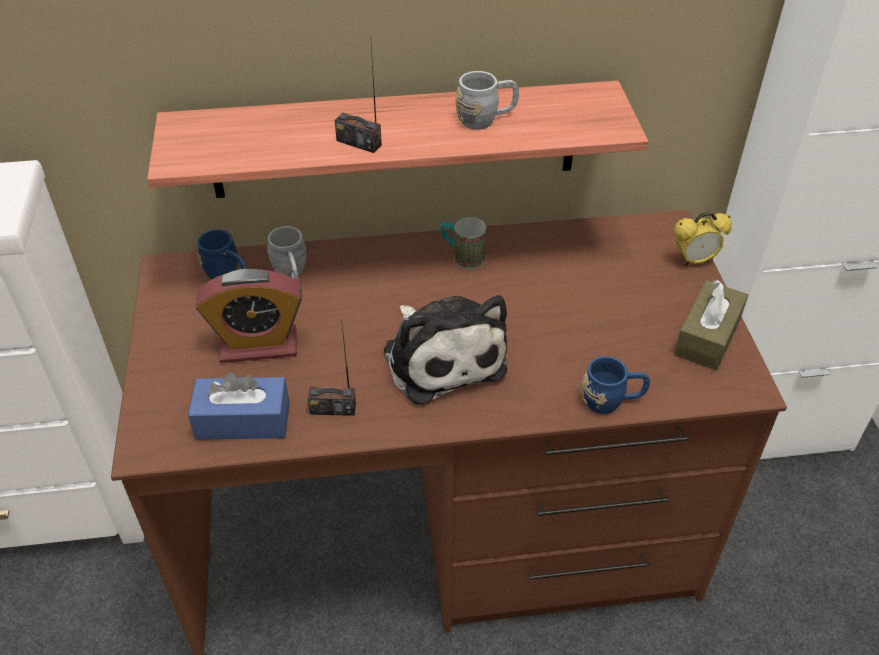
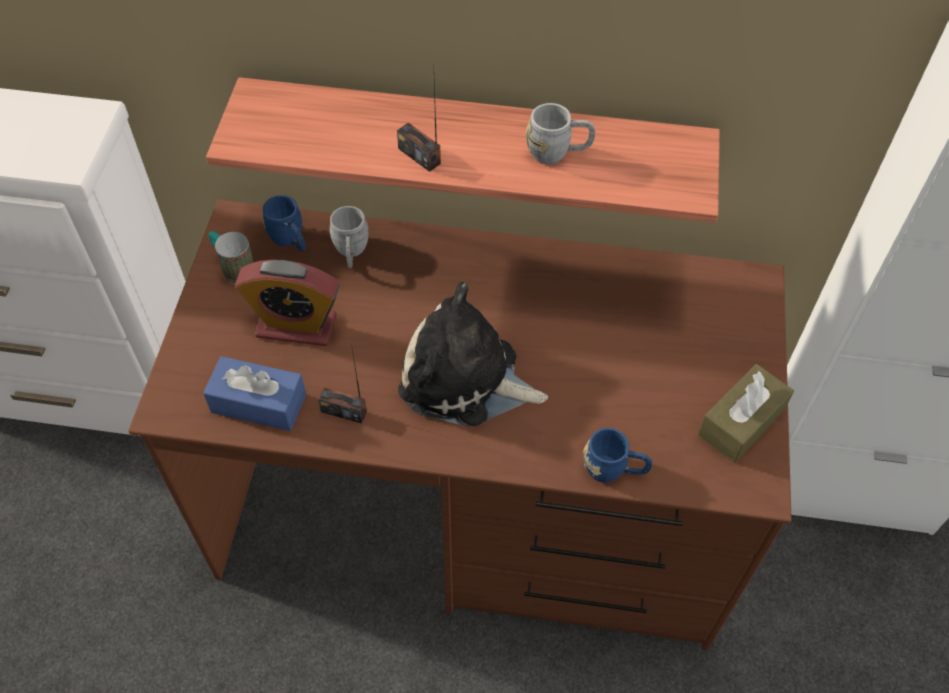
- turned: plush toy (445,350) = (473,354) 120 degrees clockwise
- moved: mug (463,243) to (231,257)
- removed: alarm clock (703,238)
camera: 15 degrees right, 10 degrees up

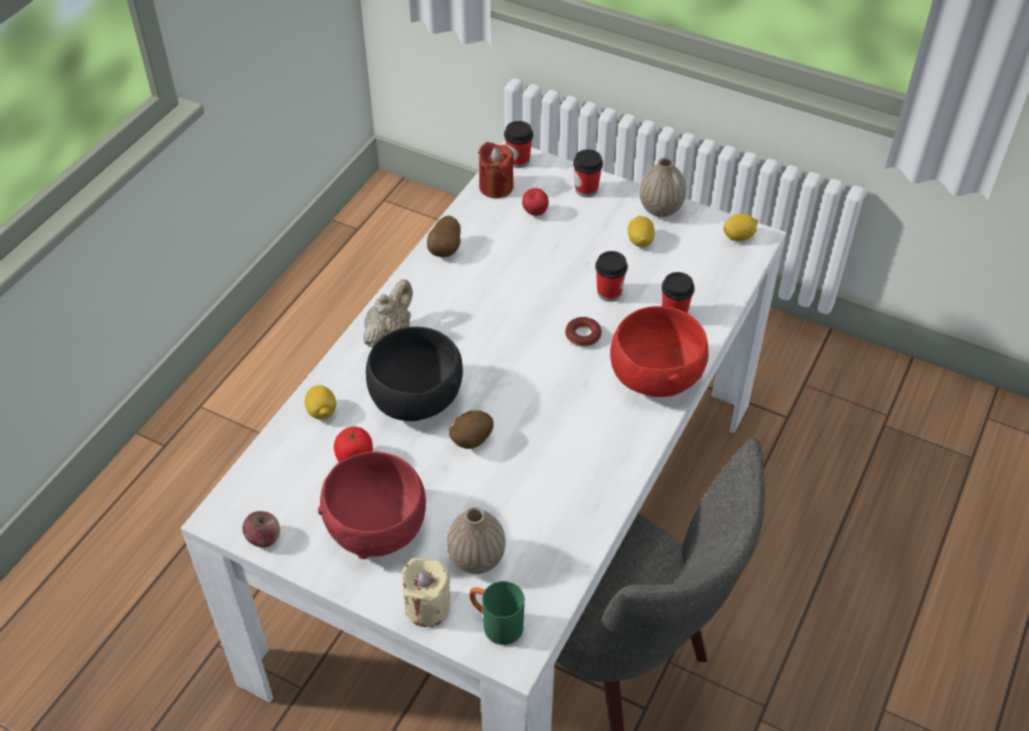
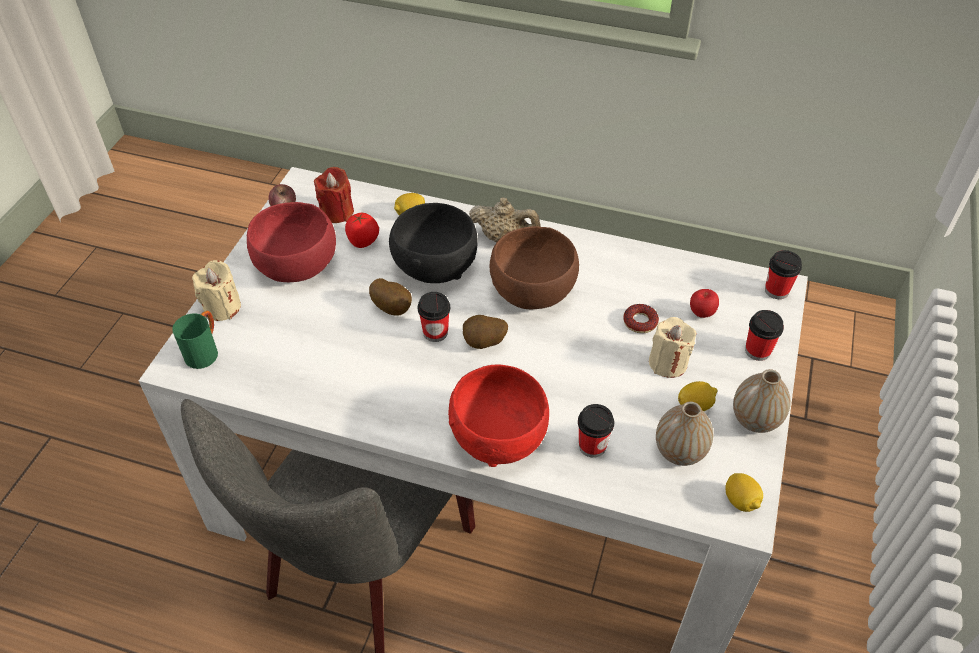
- moved: potato (444,236) to (485,332)
- moved: vase (476,540) to (684,433)
- moved: red candle (496,170) to (334,195)
- moved: donut (583,332) to (641,318)
- moved: cup (611,276) to (433,317)
- added: brown bowl (534,267)
- added: beige candle (672,347)
camera: 80 degrees right, 0 degrees up

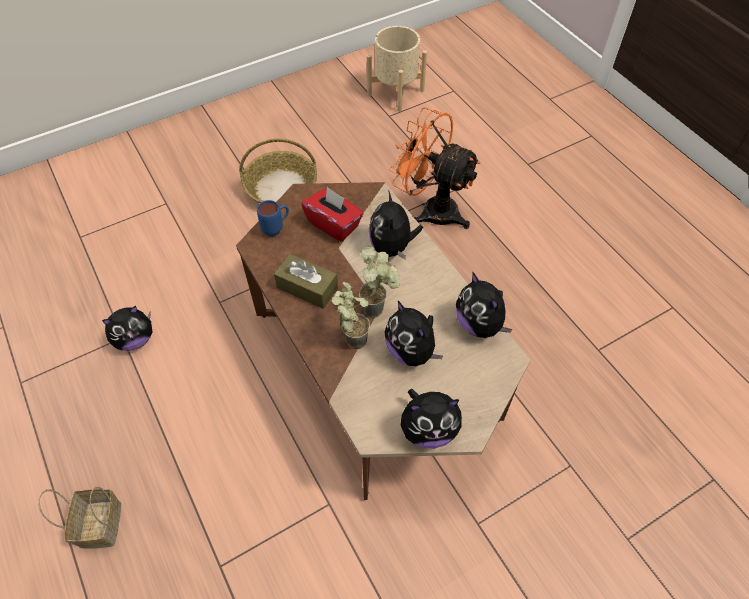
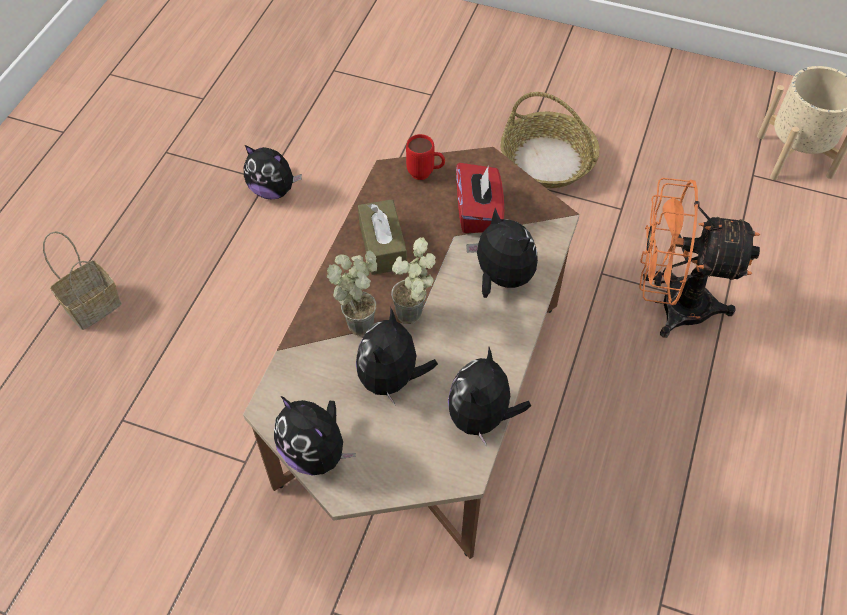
- recoloured: blue mug (273,218) to red mug (425,157)
- turned: plush toy (395,225) = (502,253) 90 degrees clockwise
- turned: orange fan (435,168) = (699,258) 75 degrees counterclockwise
camera: 50 degrees right, 0 degrees up

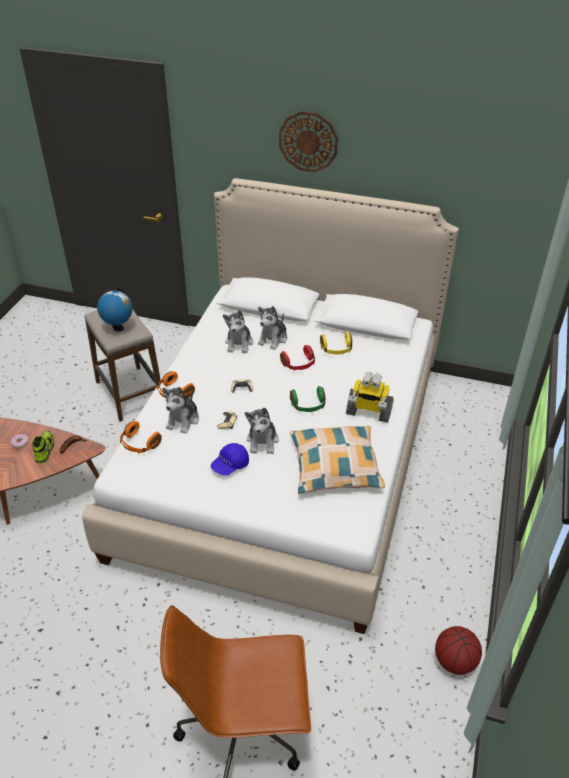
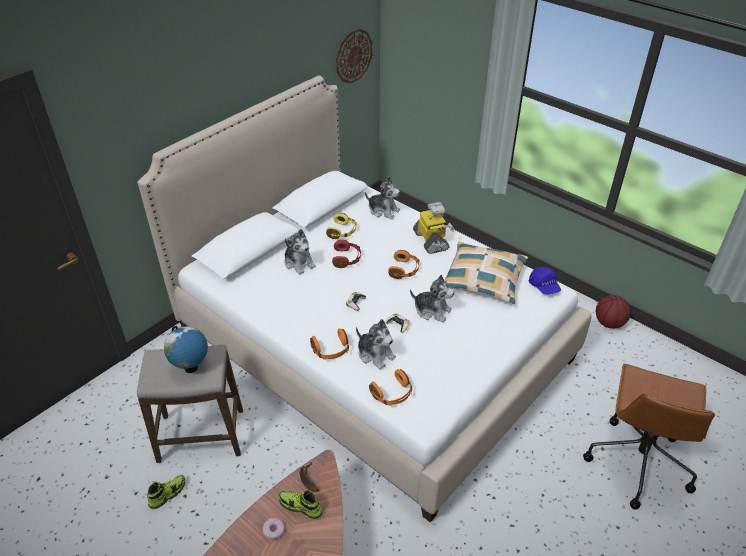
- moved: blue cap (230,459) to (545,281)
- moved: plush toy (238,331) to (382,198)
- moved: wall clock (308,141) to (354,56)
- recoloured: green headphones (308,399) to orange headphones (404,264)
- turned: toy robot (369,397) = (433,228) 60 degrees counterclockwise
- added: shoe (166,492)
camera: 65 degrees left, 0 degrees up

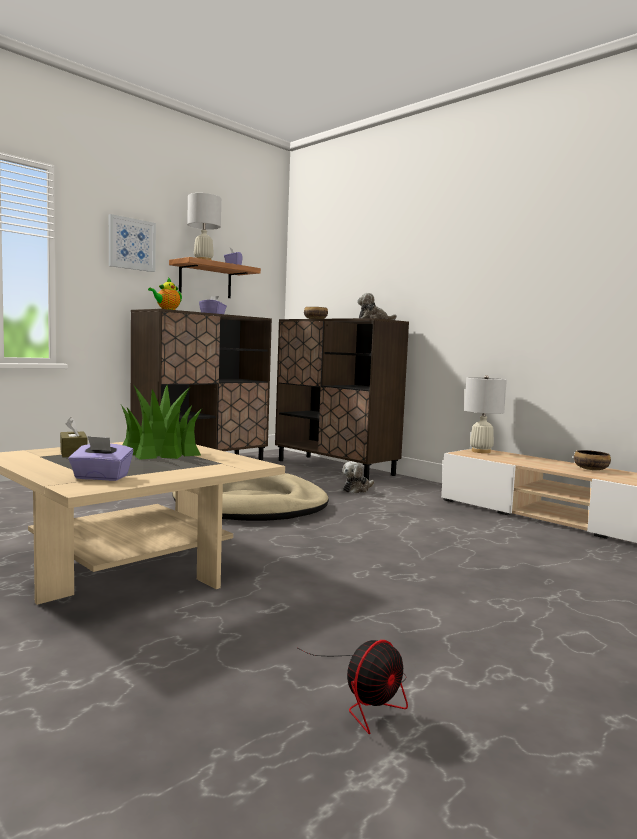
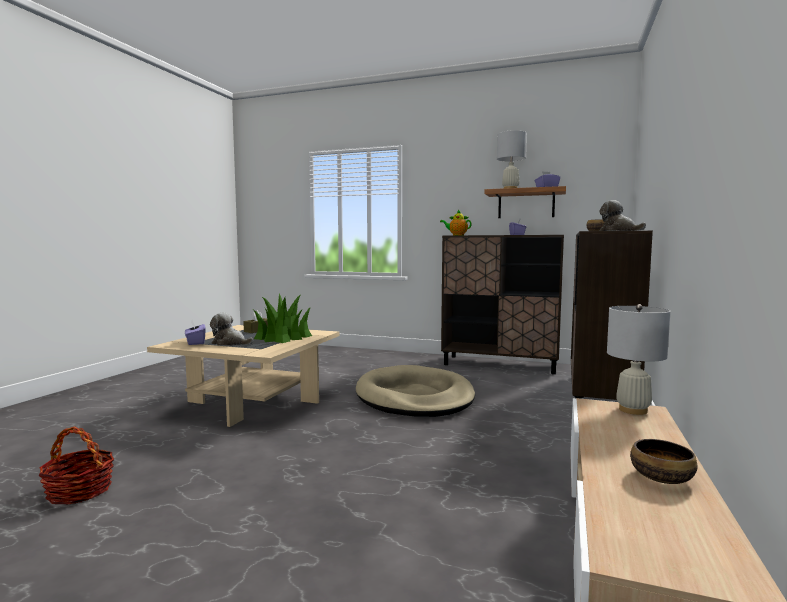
- removed: picture (132,243)
- replaced: fan (353,687) to basket (76,465)
- moved: plush toy (358,478) to (231,329)
camera: 65 degrees right, 0 degrees up

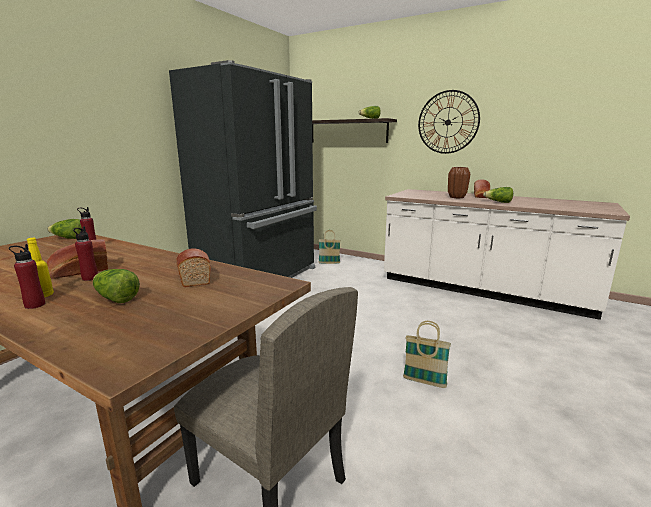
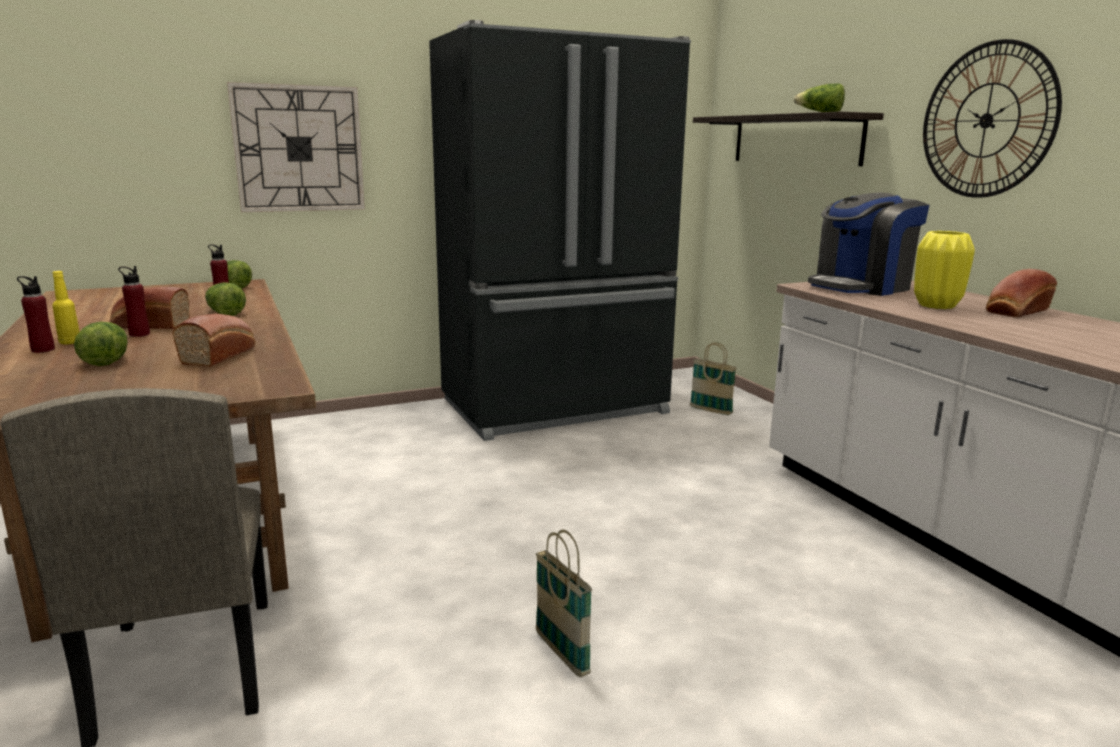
- recoloured: brown vase (459,182) to yellow vase (944,270)
- moved: lettuce (498,195) to (225,299)
- added: wall clock (296,147)
- added: coffee machine (868,244)
camera: 35 degrees right, 0 degrees up

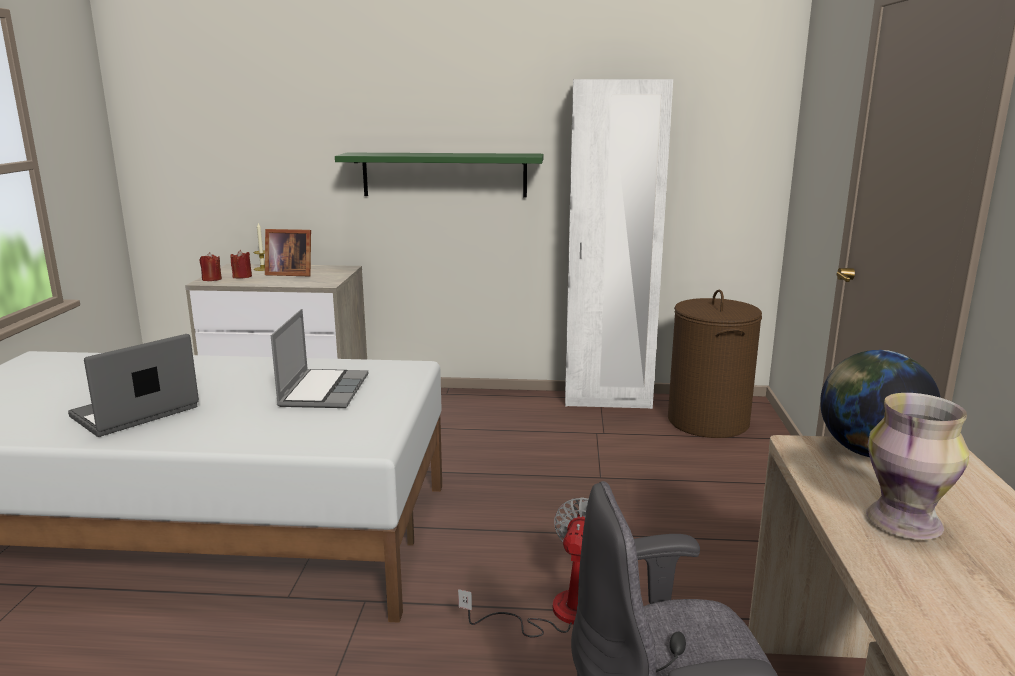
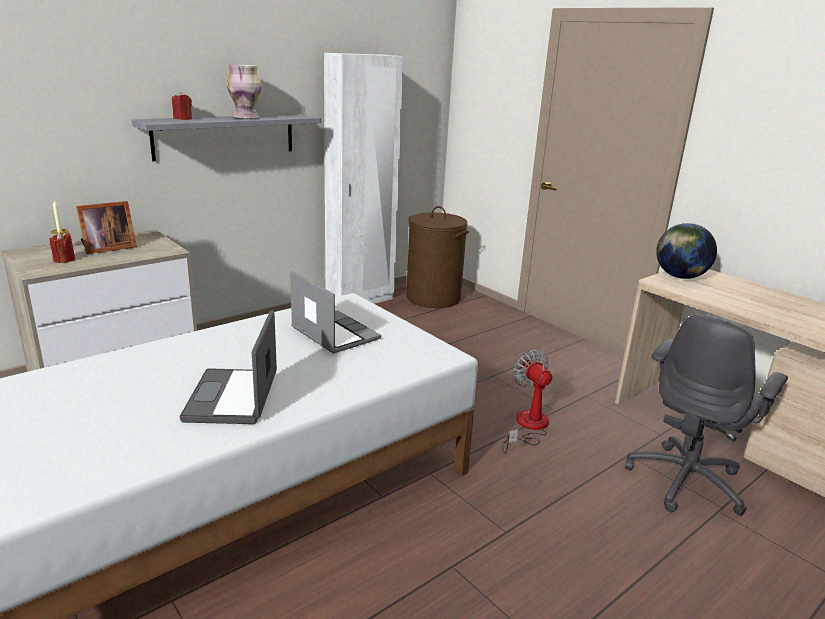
- moved: red candle (211,266) to (182,106)
- recoloured: green shelf (439,175) to grey shelf (226,137)
- moved: vase (917,466) to (244,92)
camera: 45 degrees left, 5 degrees up

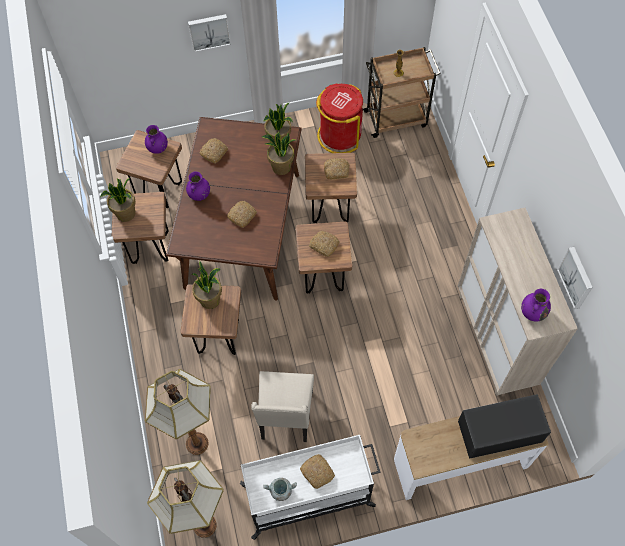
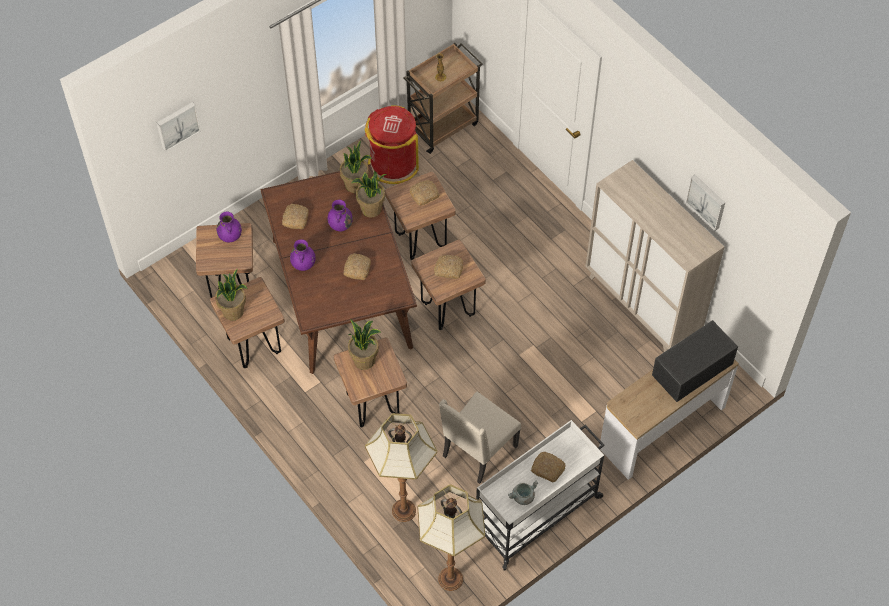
- moved: picture (209,33) to (179,127)
- turned: beige chair (282,406) = (480,438) 60 degrees clockwise
- moved: purple vase (536,305) to (340,216)
camera: 25 degrees left, 5 degrees down

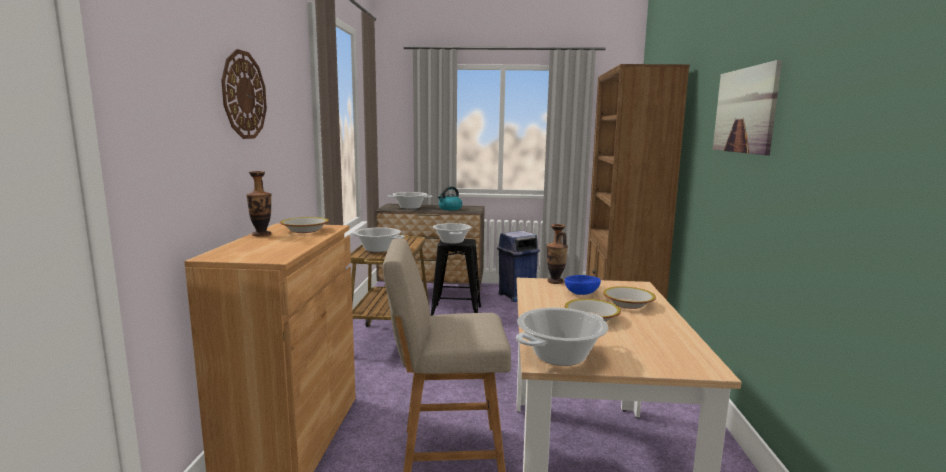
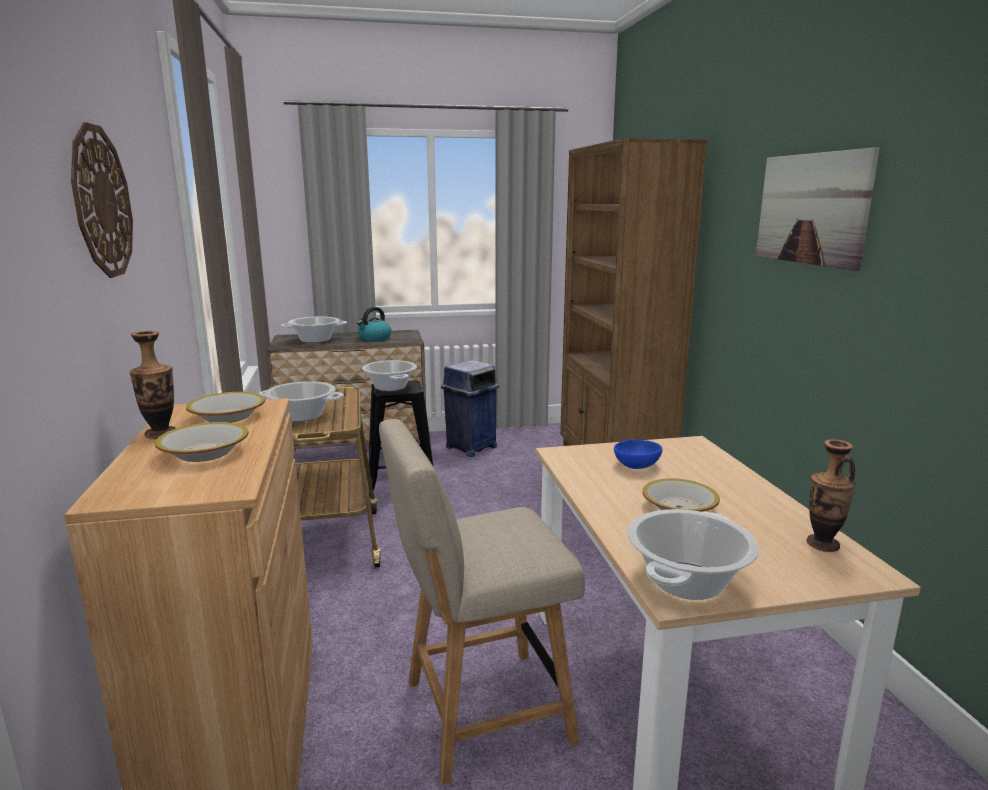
- moved: vase (557,254) to (831,495)
- moved: bowl (629,297) to (201,442)
camera: 15 degrees left, 5 degrees up

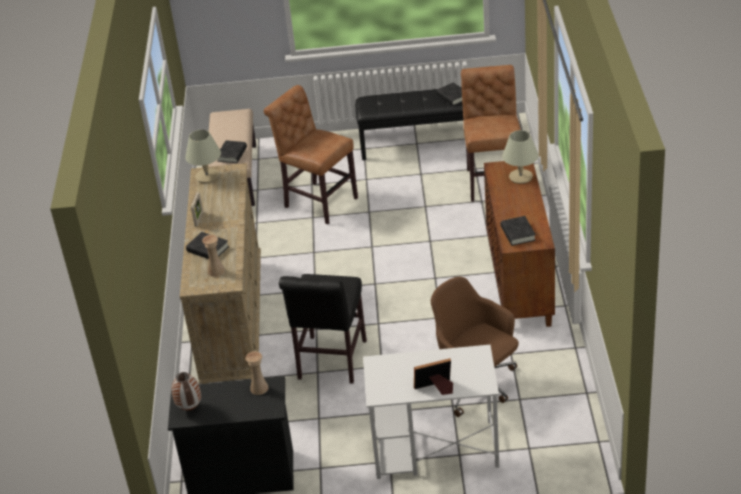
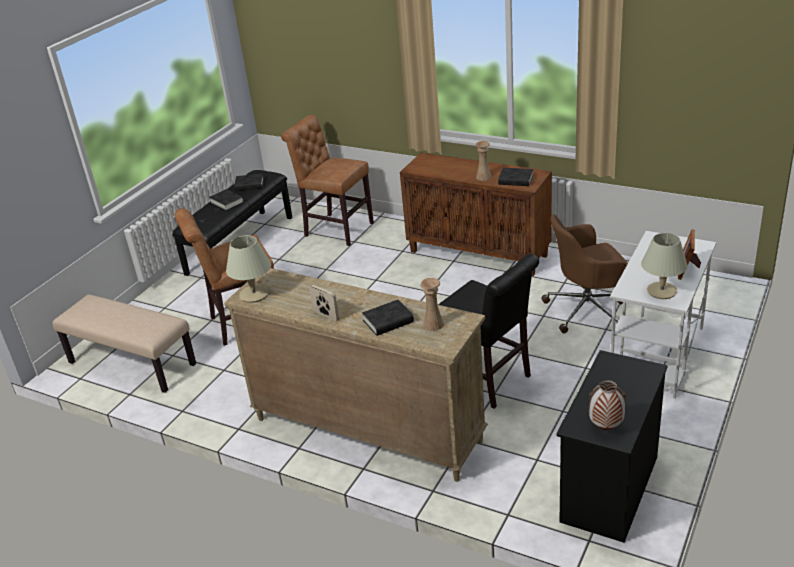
- moved: black book (232,151) to (226,200)
- moved: beige vase (257,373) to (483,161)
- moved: beige table lamp (520,157) to (664,266)
camera: 60 degrees left, 5 degrees down

